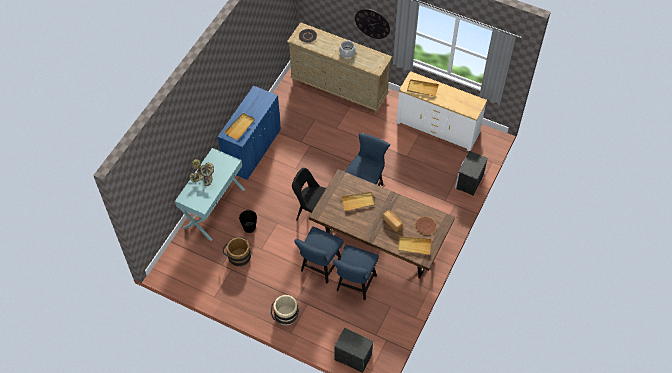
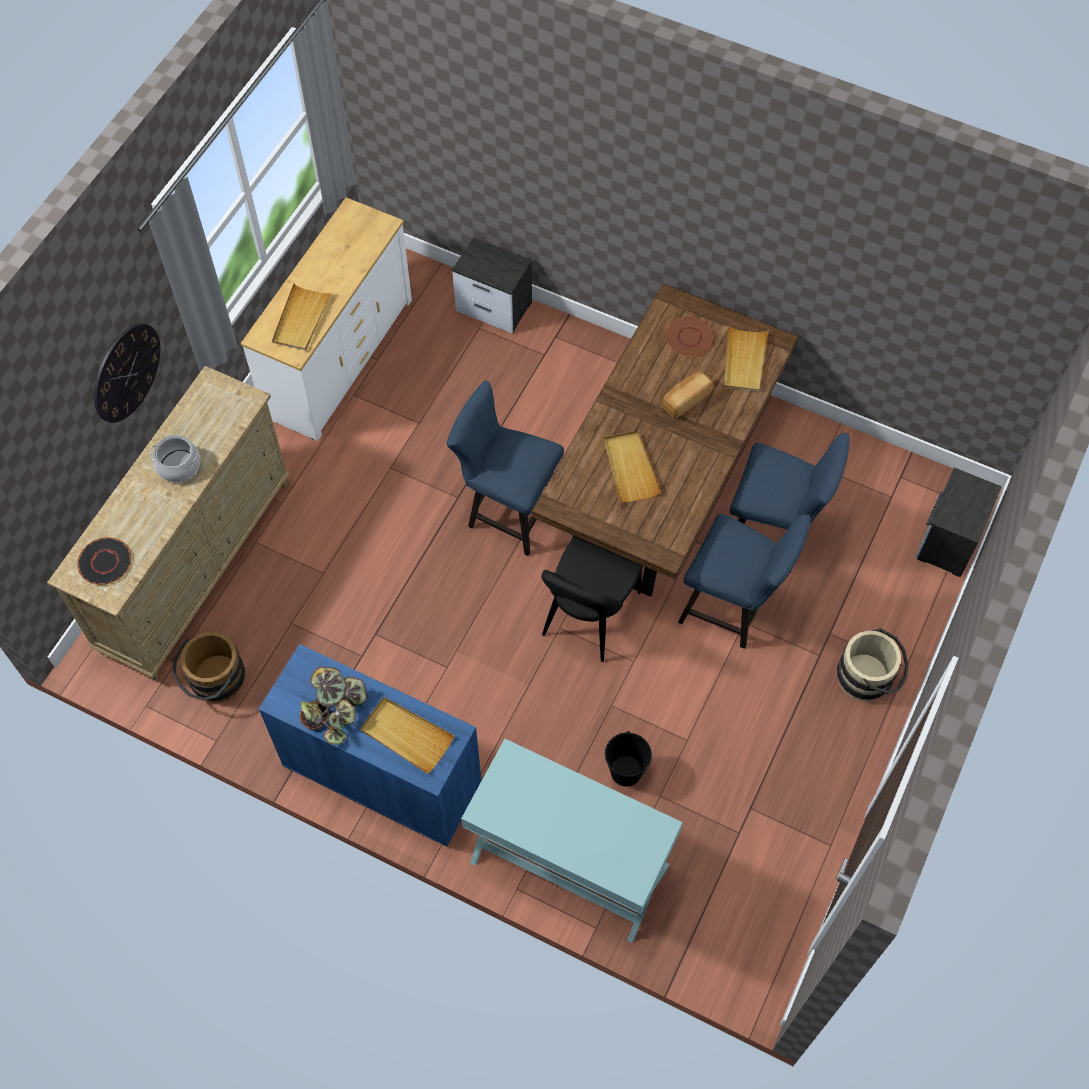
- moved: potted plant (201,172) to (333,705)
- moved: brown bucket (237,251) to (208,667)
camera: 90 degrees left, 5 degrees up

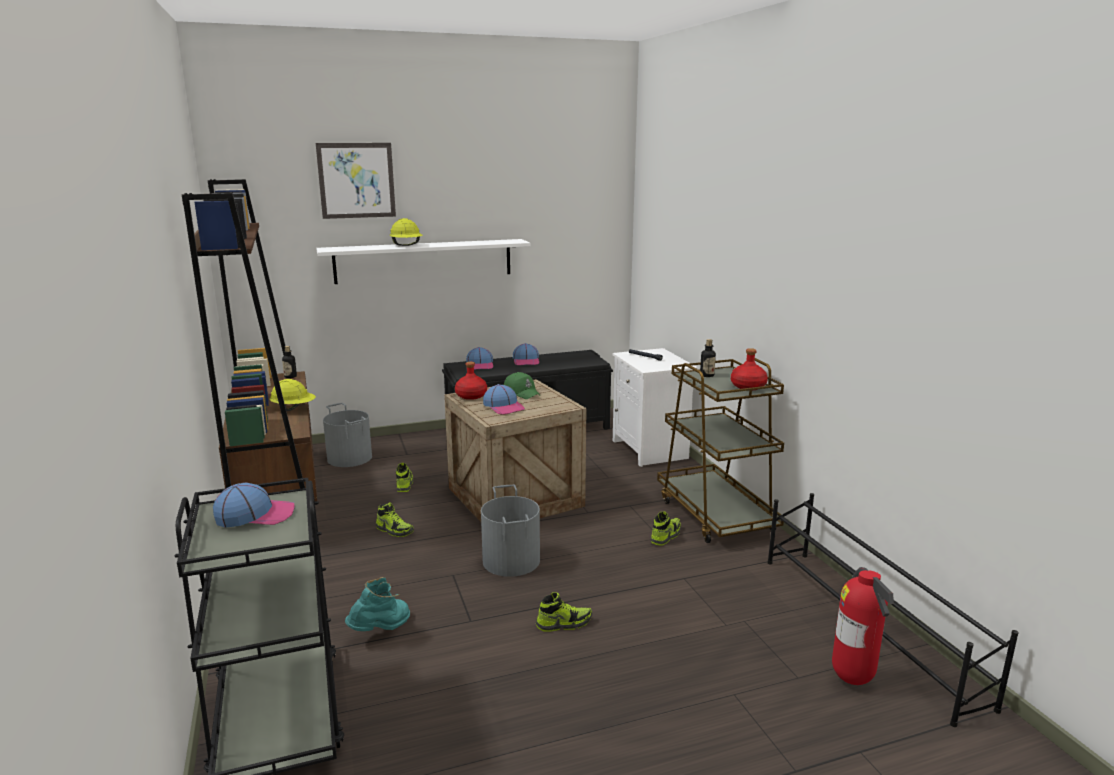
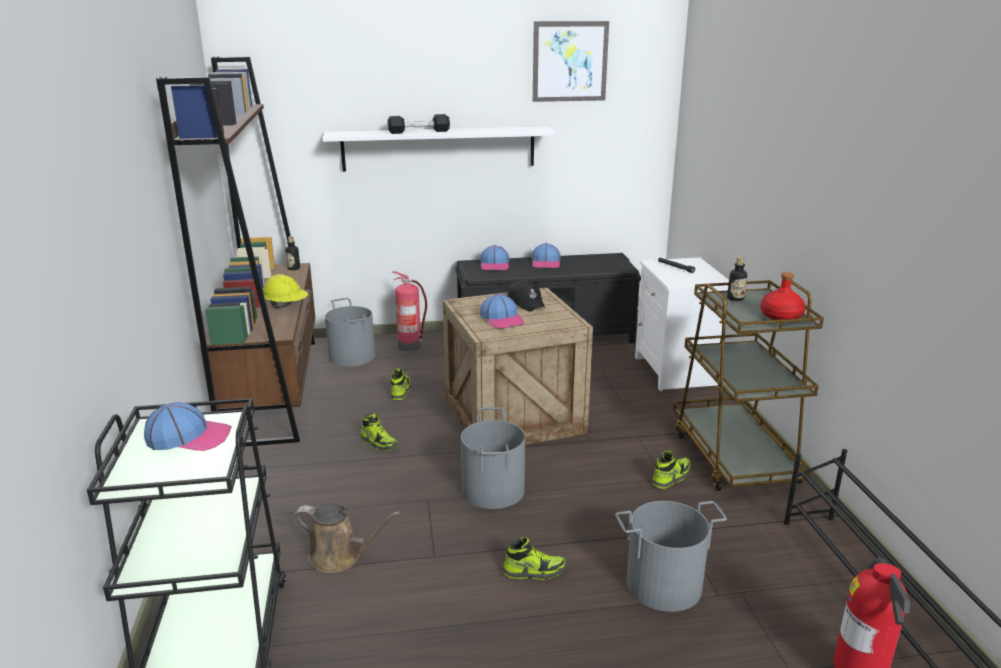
- moved: picture (356,181) to (571,61)
- replaced: turquoise boot (377,604) to brown watering can (347,538)
- replaced: yellow hard hat (405,232) to black dumbbell (418,124)
- removed: red bottle (471,381)
- recoloured: green cap (522,385) to black cap (526,296)
- added: fire extinguisher (409,311)
- added: grey bucket (671,556)
camera: 10 degrees right, 5 degrees up

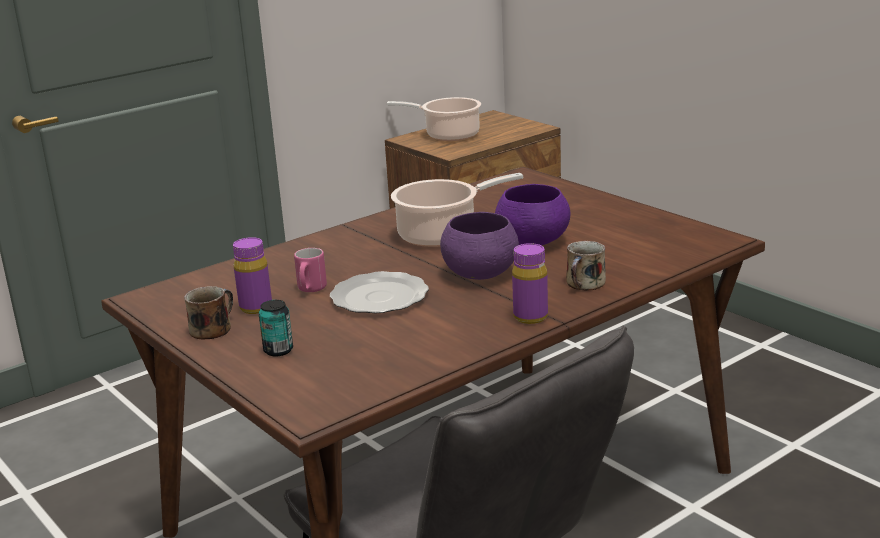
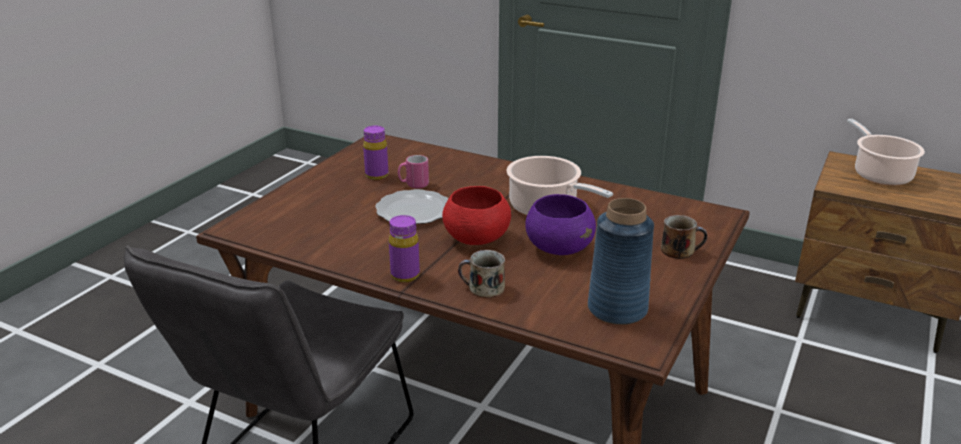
- moved: mug (208,313) to (684,237)
- removed: can (276,328)
- recoloured: purple bowl (479,246) to red bowl (476,215)
- added: blue vase (621,261)
camera: 65 degrees right, 5 degrees up

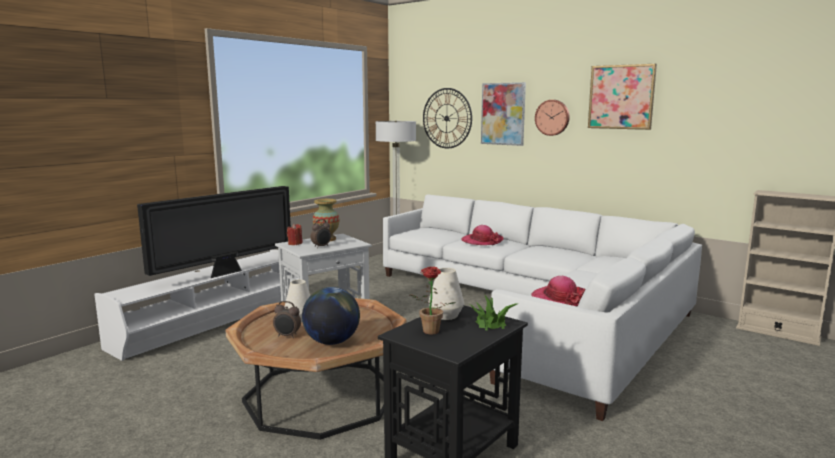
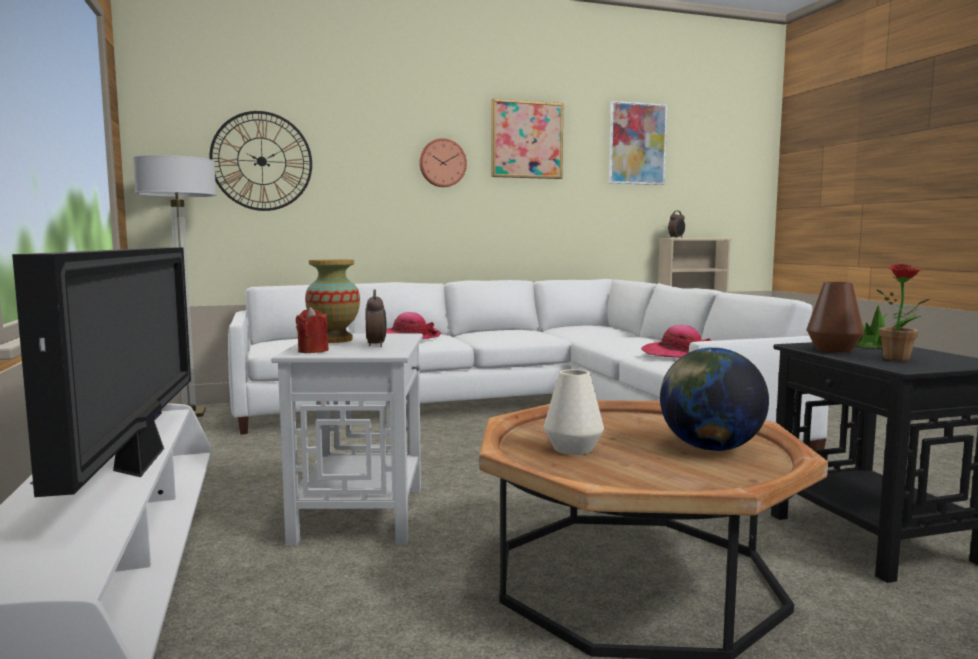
- moved: alarm clock (287,319) to (676,224)
- recoloured: white vase (446,294) to brown vase (835,317)
- moved: picture (503,114) to (638,143)
camera: 55 degrees left, 5 degrees down

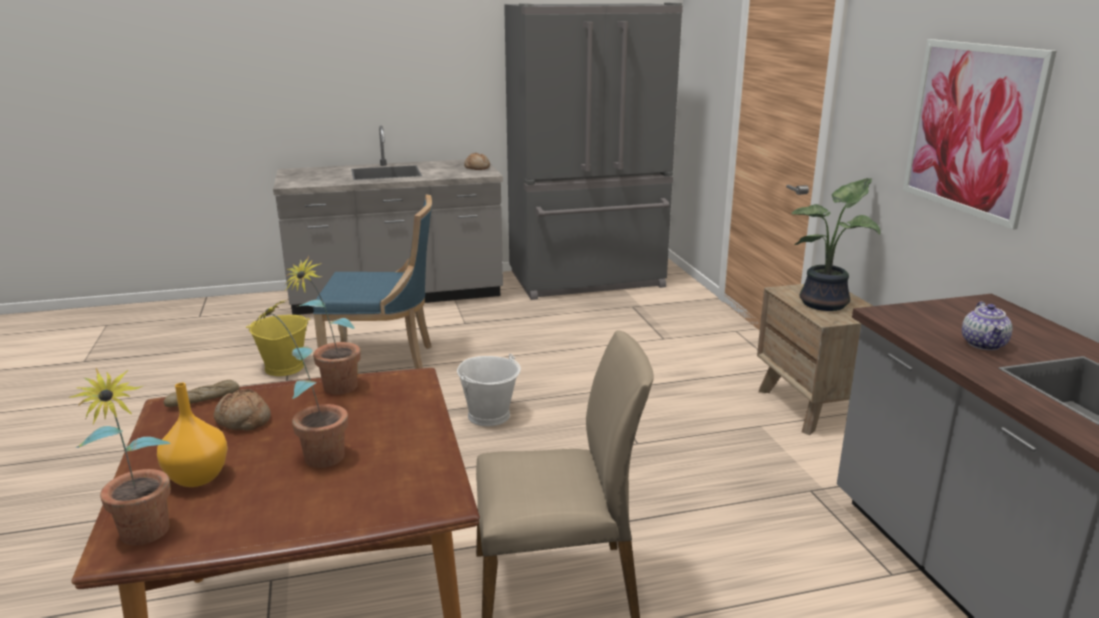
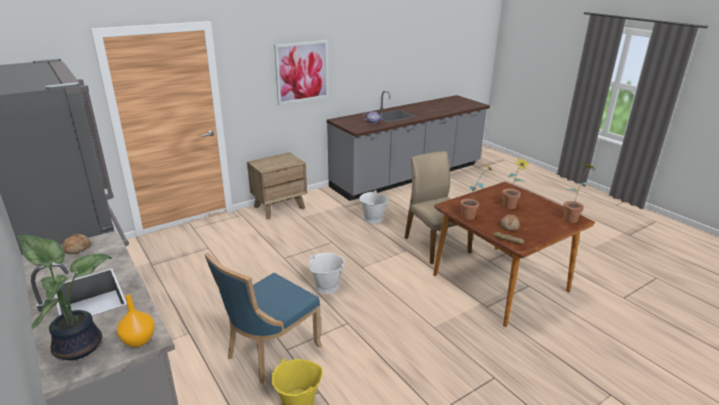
- moved: orange vase (192,435) to (136,320)
- turned: blue chair (372,282) = (263,317) 120 degrees counterclockwise
- moved: potted plant (836,244) to (64,297)
- added: white bucket (374,207)
camera: 110 degrees left, 5 degrees up

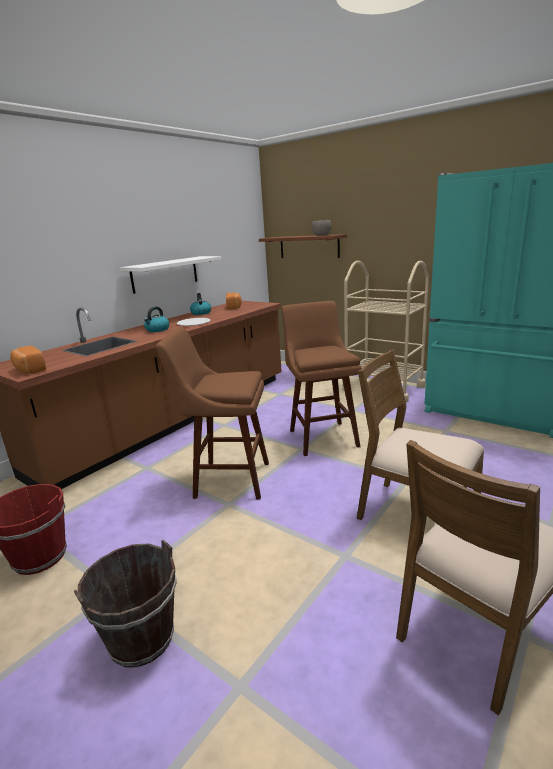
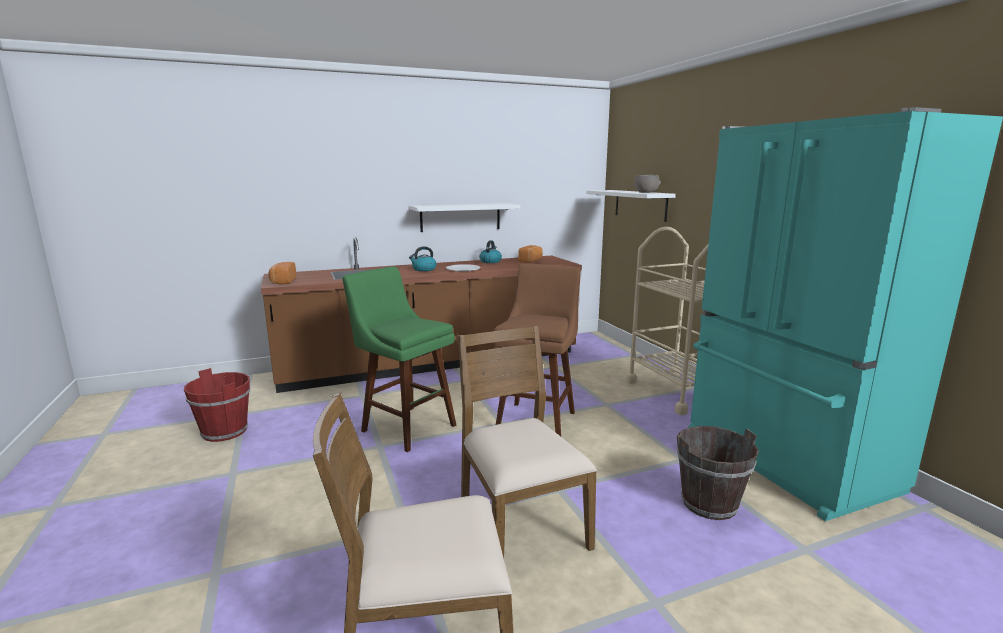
- moved: brown bucket (125,603) to (717,473)
- recoloured: brown stool (212,413) to green stool (399,359)
- recoloured: brown shelf (303,246) to white shelf (631,206)
camera: 30 degrees right, 5 degrees down

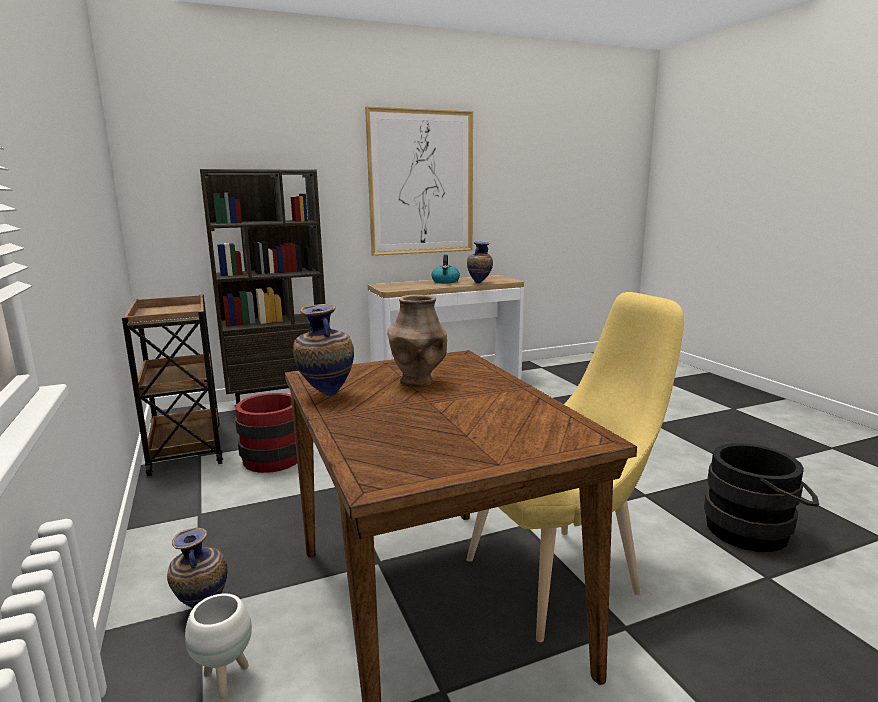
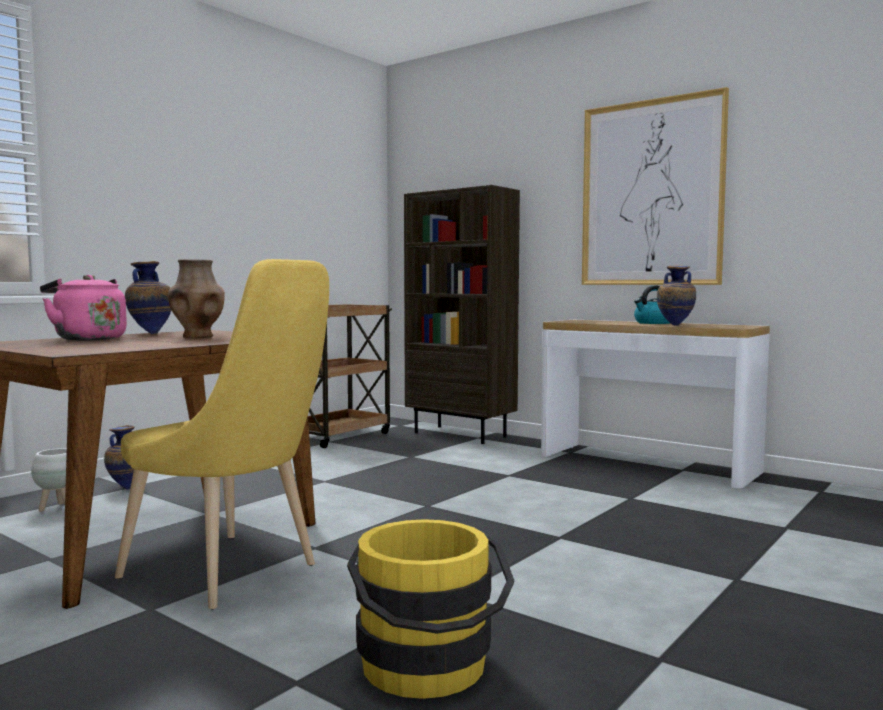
- removed: red bucket (265,433)
- recoloured: black bucket (761,497) to yellow bucket (430,609)
- added: pink kettle (83,307)
camera: 60 degrees right, 10 degrees down

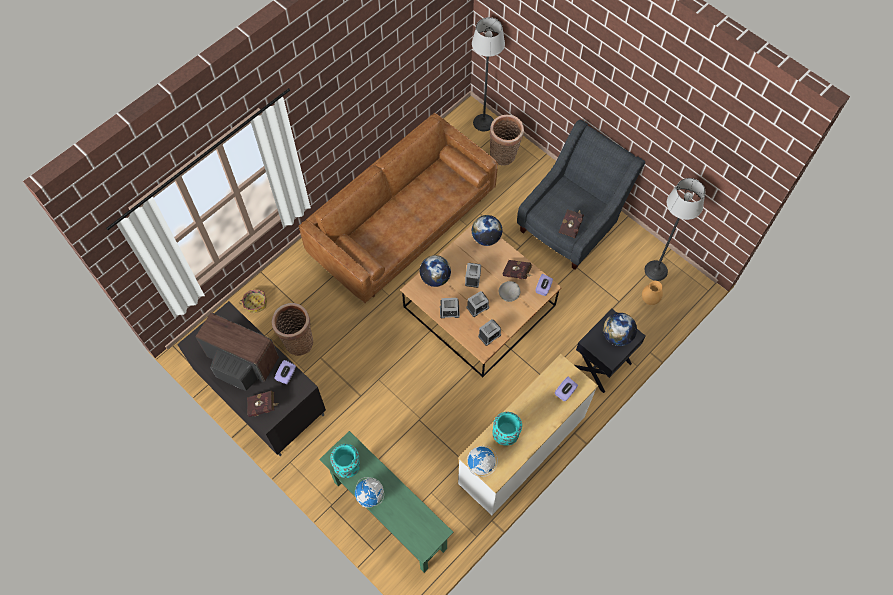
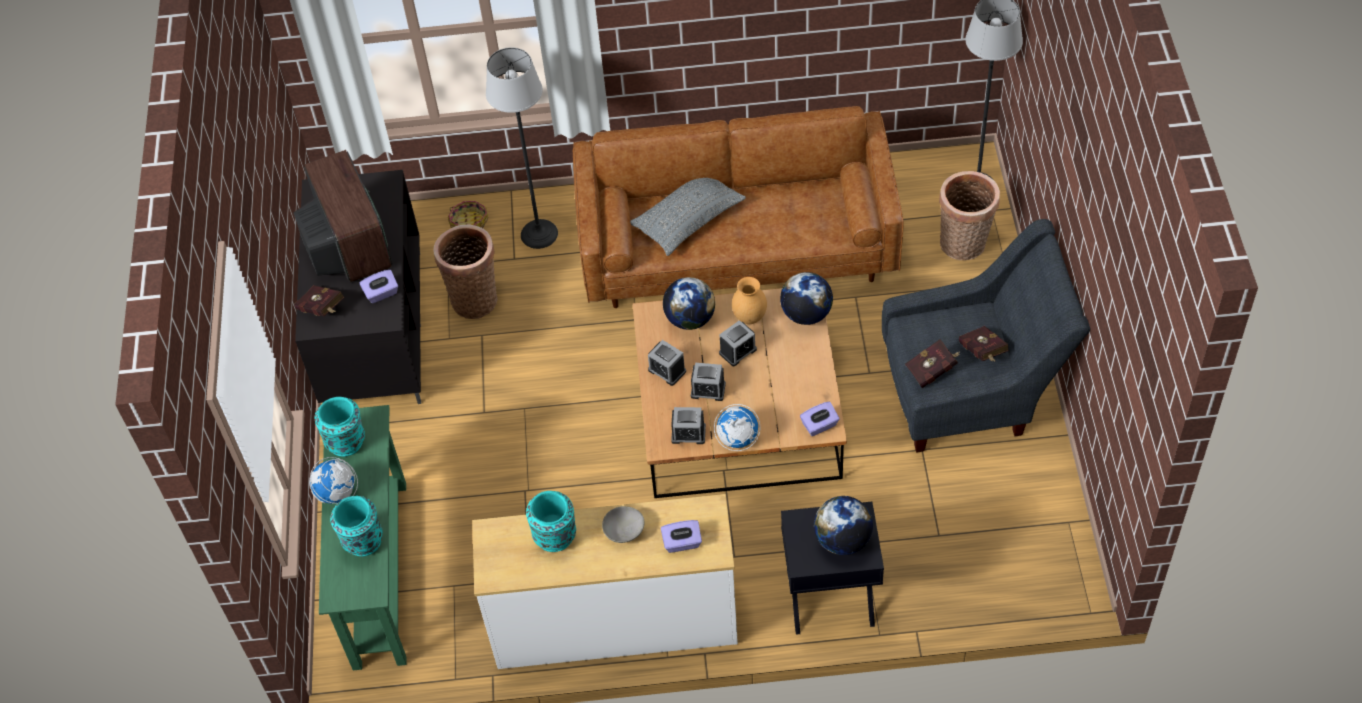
- moved: globe (482,461) to (737,427)
- moved: grey bowl (509,291) to (623,524)
- moved: red book (517,269) to (984,344)
- moved: brown vase (652,293) to (749,300)
- moved: floor lamp (675,229) to (522,148)
- added: turquoise vase (356,526)
- added: grey pillow (688,217)
camera: 45 degrees right, 10 degrees down

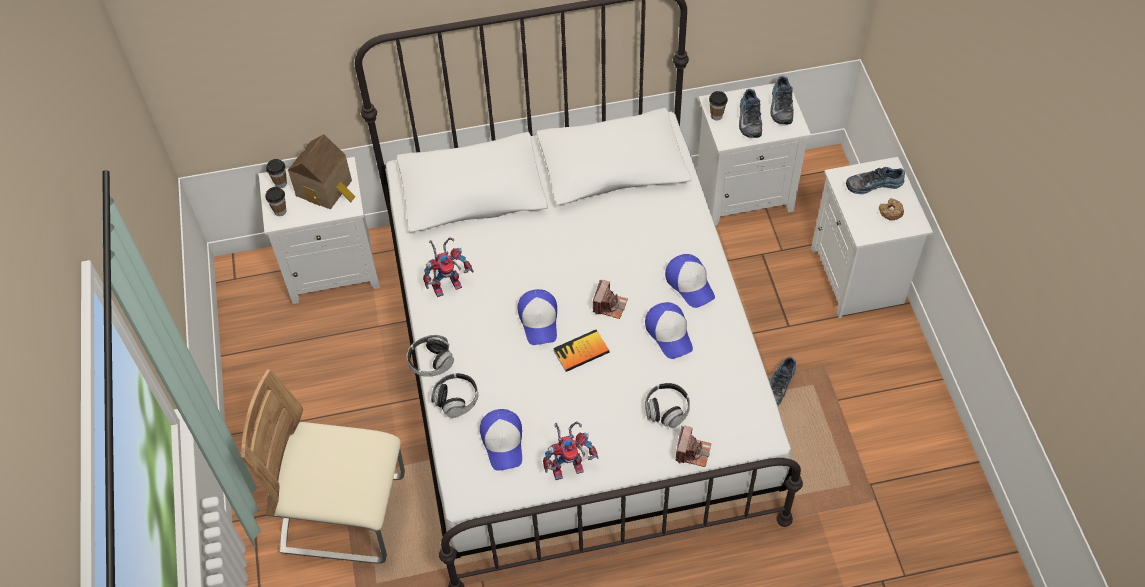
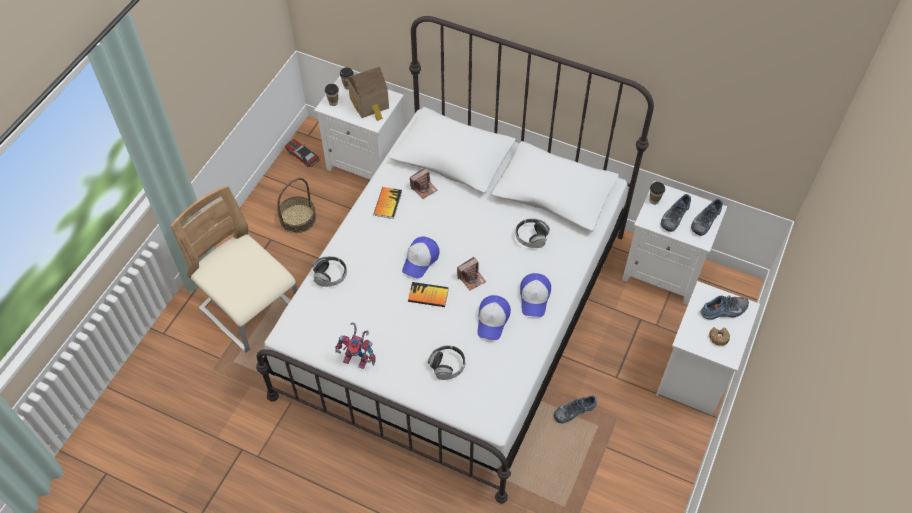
- moved: headphones (430,356) to (533,233)
- replaced: toy robot (448,267) to book (387,203)
- removed: cap (501,440)
- moved: photo camera (693,446) to (423,183)
- turned: shoe (875,180) = (725,307) 135 degrees clockwise
- added: basket (296,205)
- added: toy car (302,153)
camera: 35 degrees right, 0 degrees up

